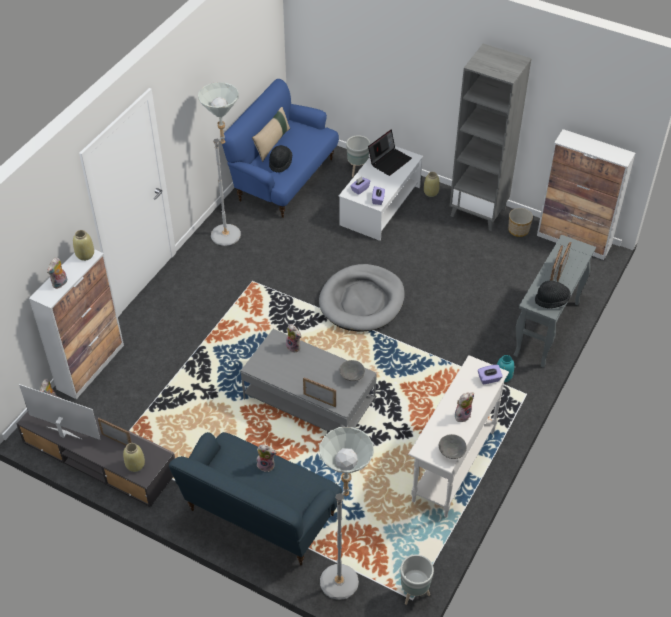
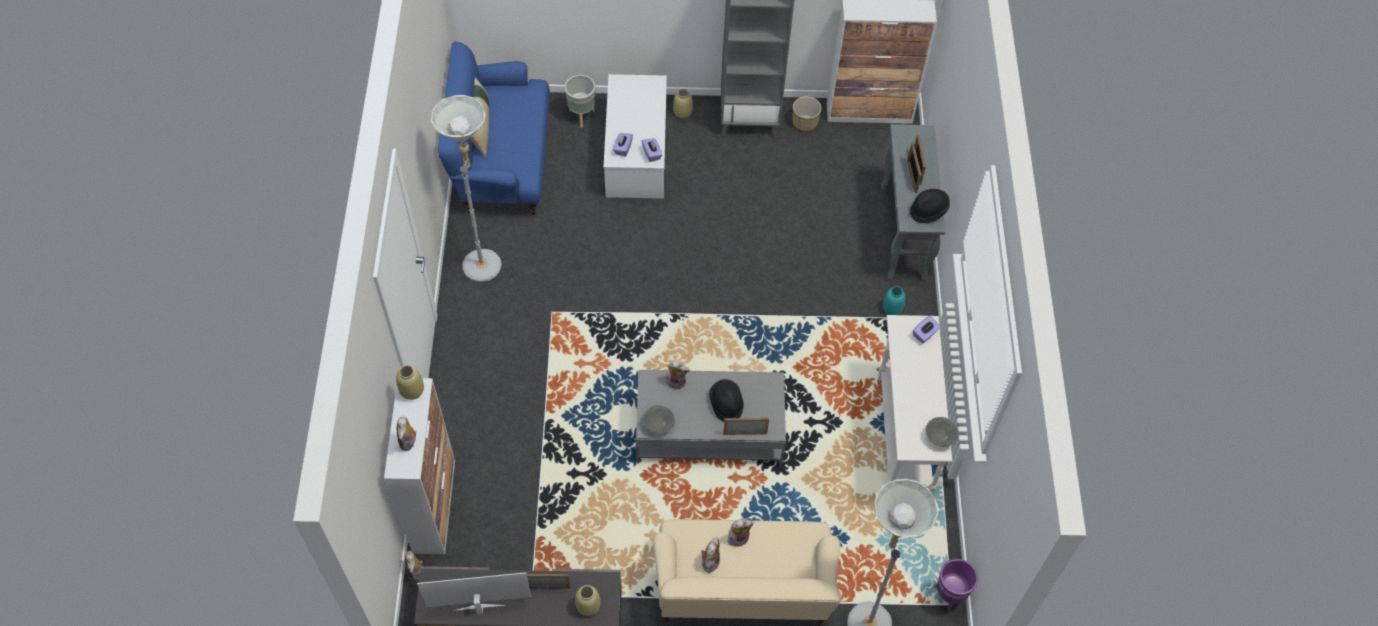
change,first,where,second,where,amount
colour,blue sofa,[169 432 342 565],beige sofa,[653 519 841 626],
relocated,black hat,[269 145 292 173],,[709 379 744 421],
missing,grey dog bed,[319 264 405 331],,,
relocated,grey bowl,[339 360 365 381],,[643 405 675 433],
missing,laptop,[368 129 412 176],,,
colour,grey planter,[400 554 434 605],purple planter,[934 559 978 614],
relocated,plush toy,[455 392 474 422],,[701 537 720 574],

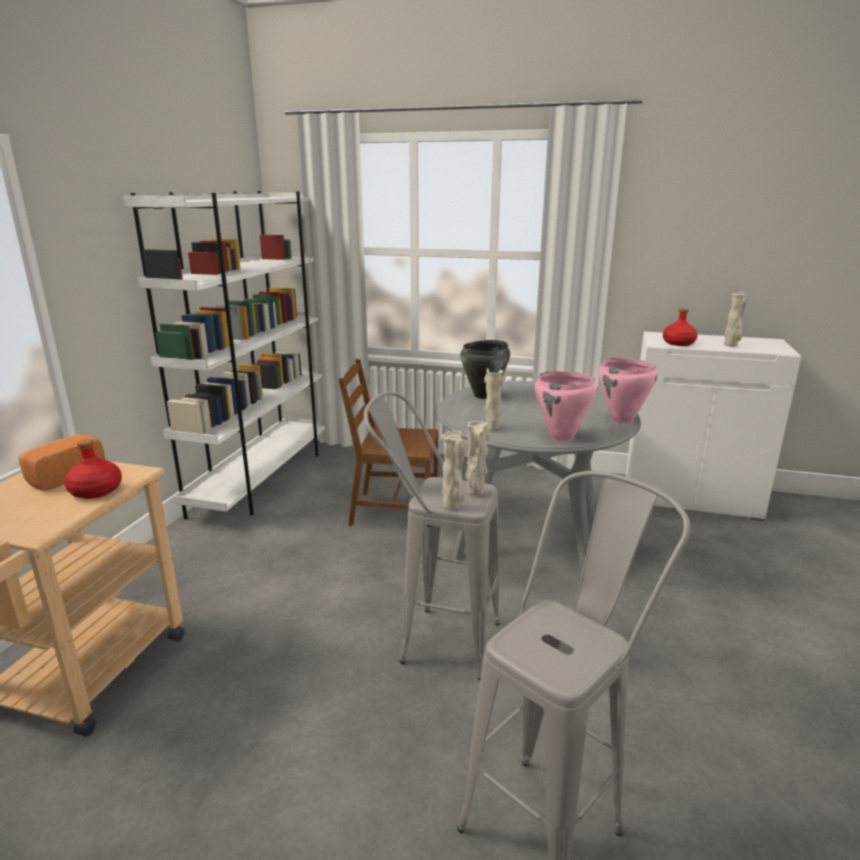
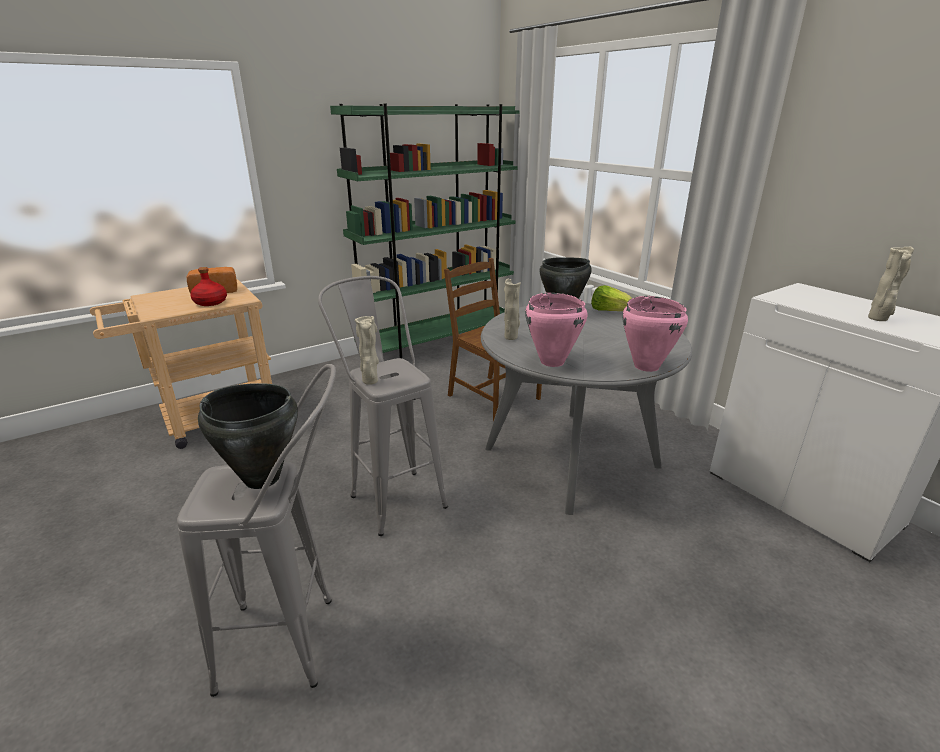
change,first,where,second,where,amount
colour,white bookcase,[123 191 325 519],green bookcase,[330 104 520 358],
missing,beige vase,[466 421 490 496],,,
missing,red bottle,[663 308 698 346],,,
appeared,,,black cooking pot,[198 383 298 489],
appeared,,,lettuce,[591 285 632 311],

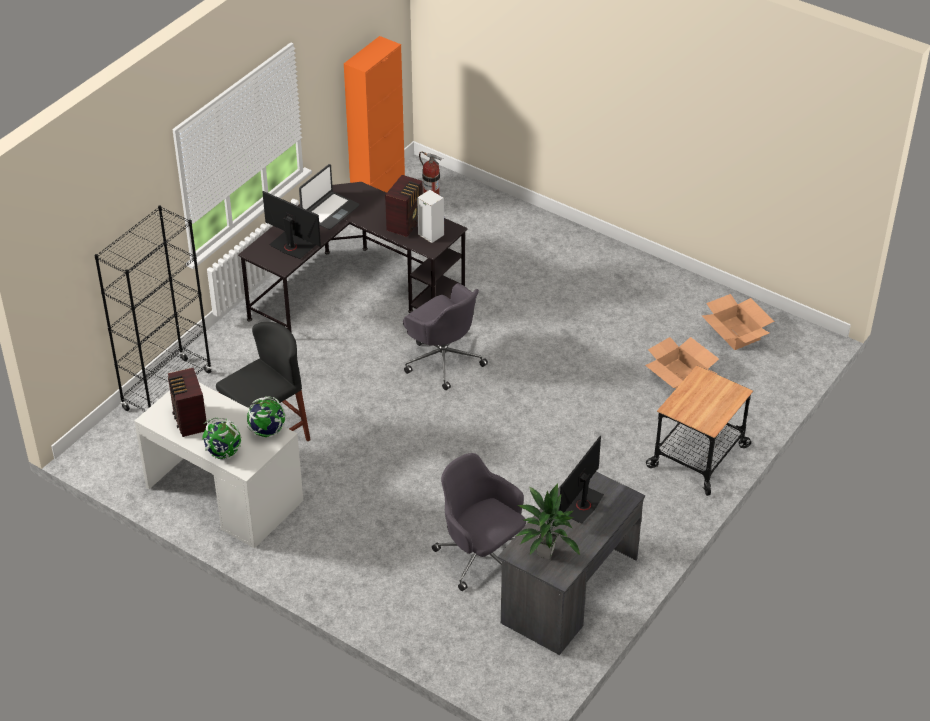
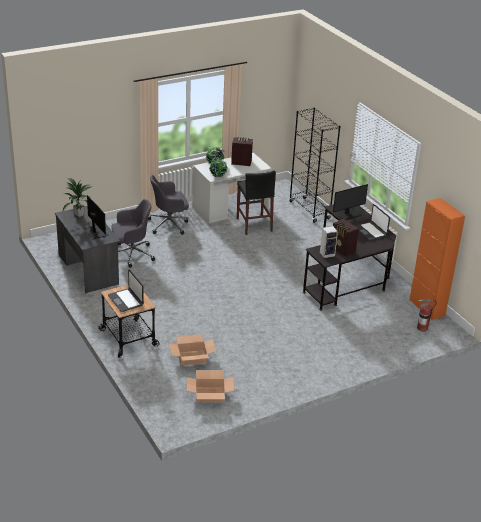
change,first,where,second,where,amount
relocated,grey office chair,[403 283 488 390],,[148 175 189 235],
appeared,,,laptop,[108 269 144 312],

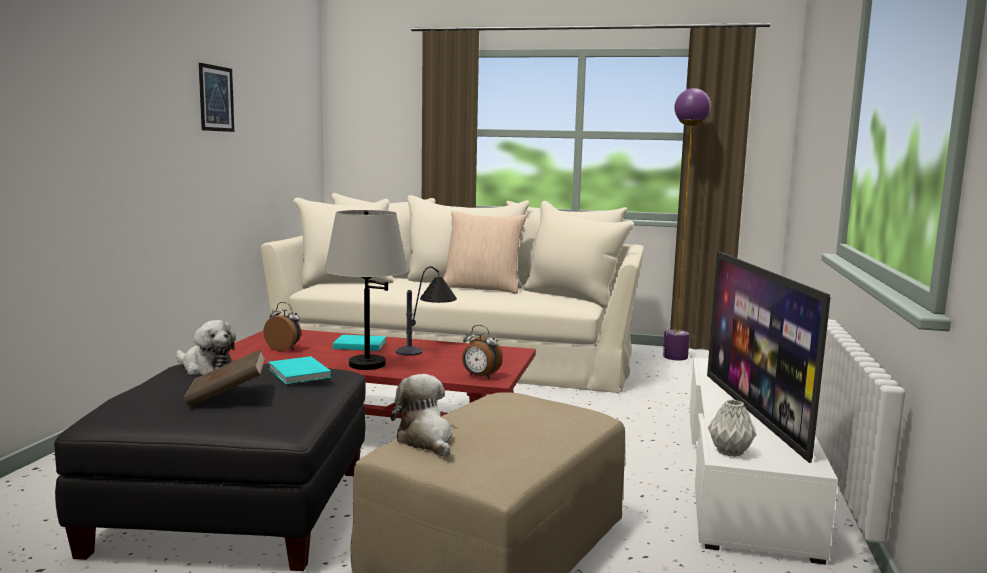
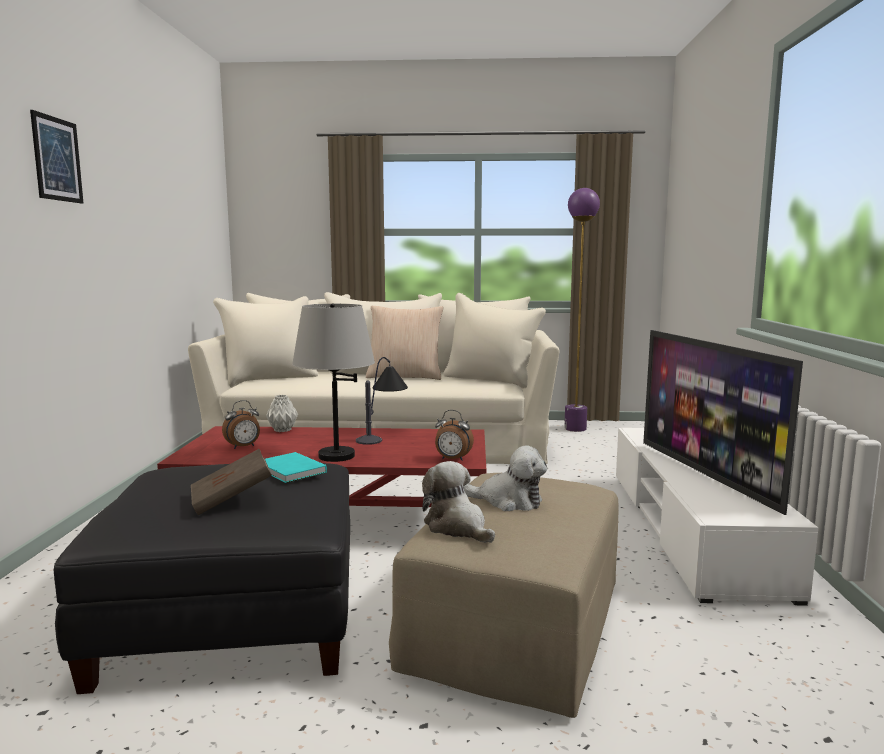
change,first,where,second,where,amount
relocated,plush toy,[176 320 236 375],,[463 445 547 511],
relocated,picture,[199 63 234 132],,[30 110 83 204],
spun,alarm clock,[263 302 301 351],,[222 400 260 449],135 degrees clockwise
missing,turquoise book,[333 335 386 351],,,
relocated,grey vase,[708 400 756 457],,[266 395 298 432],

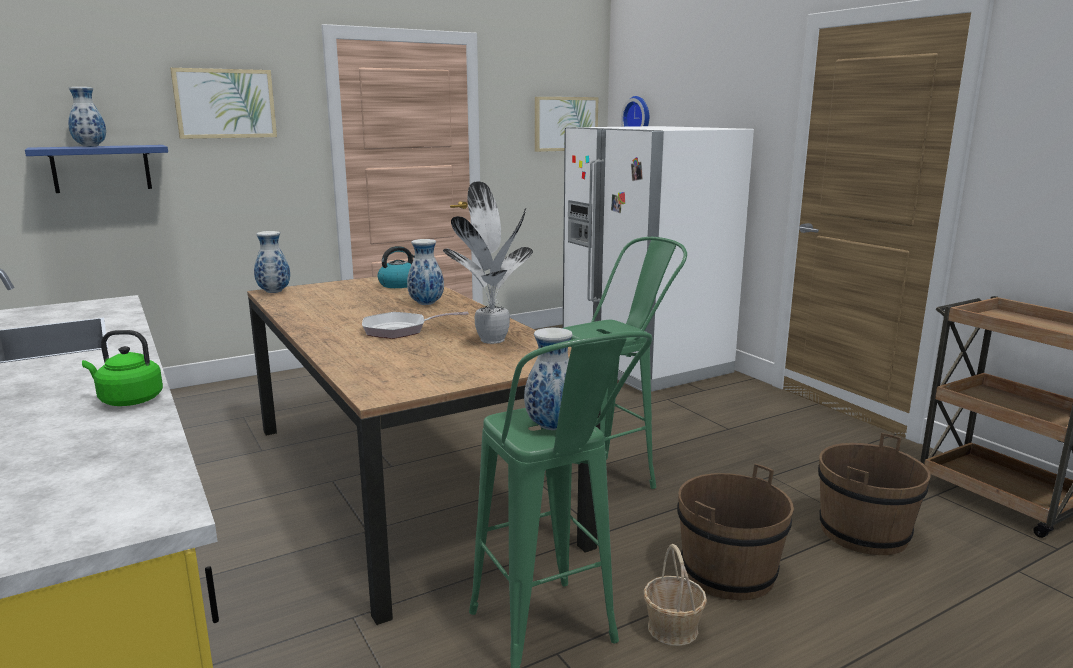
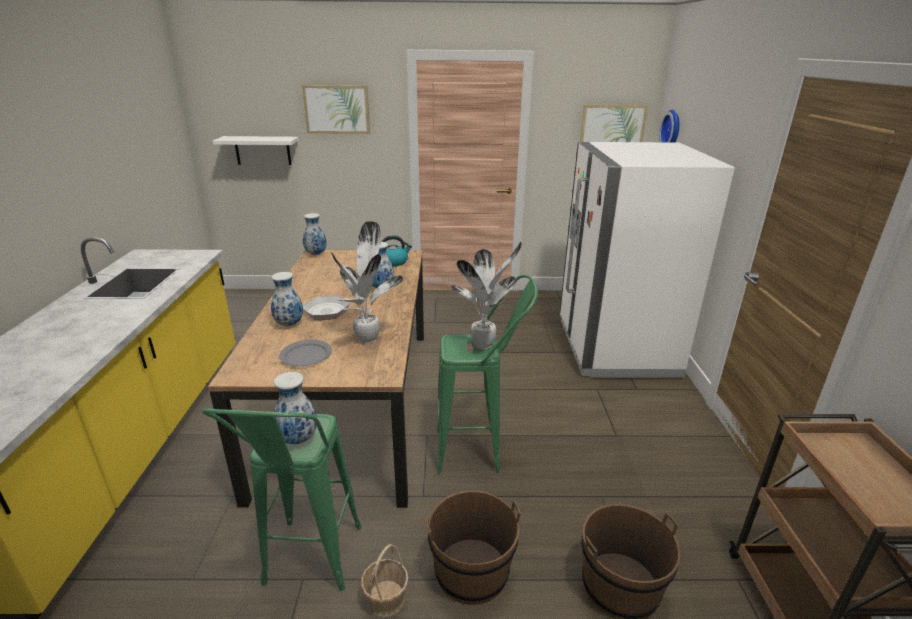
change,first,where,second,where,amount
colour,blue shelf,[25 145 168 193],white shelf,[213 136 299 165],
relocated,vase,[68 87 106 147],,[271 272 303 327],
missing,green kettle,[82 330 163 406],,,
appeared,,,grey plate,[279 340 332 366],
appeared,,,potted plant,[451 242 522 349],

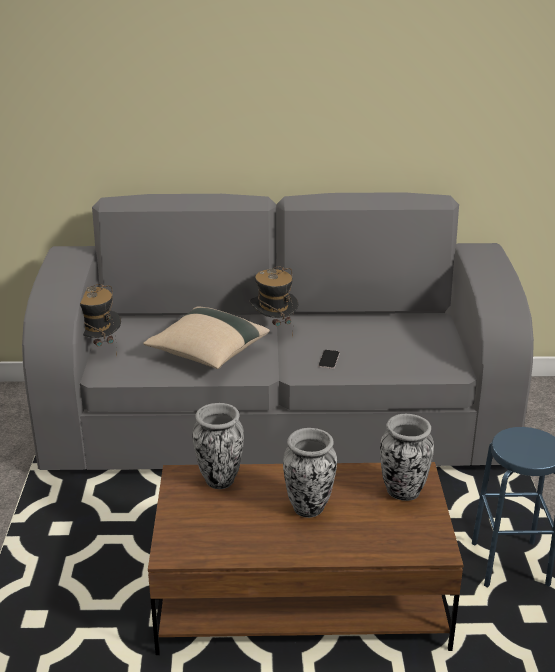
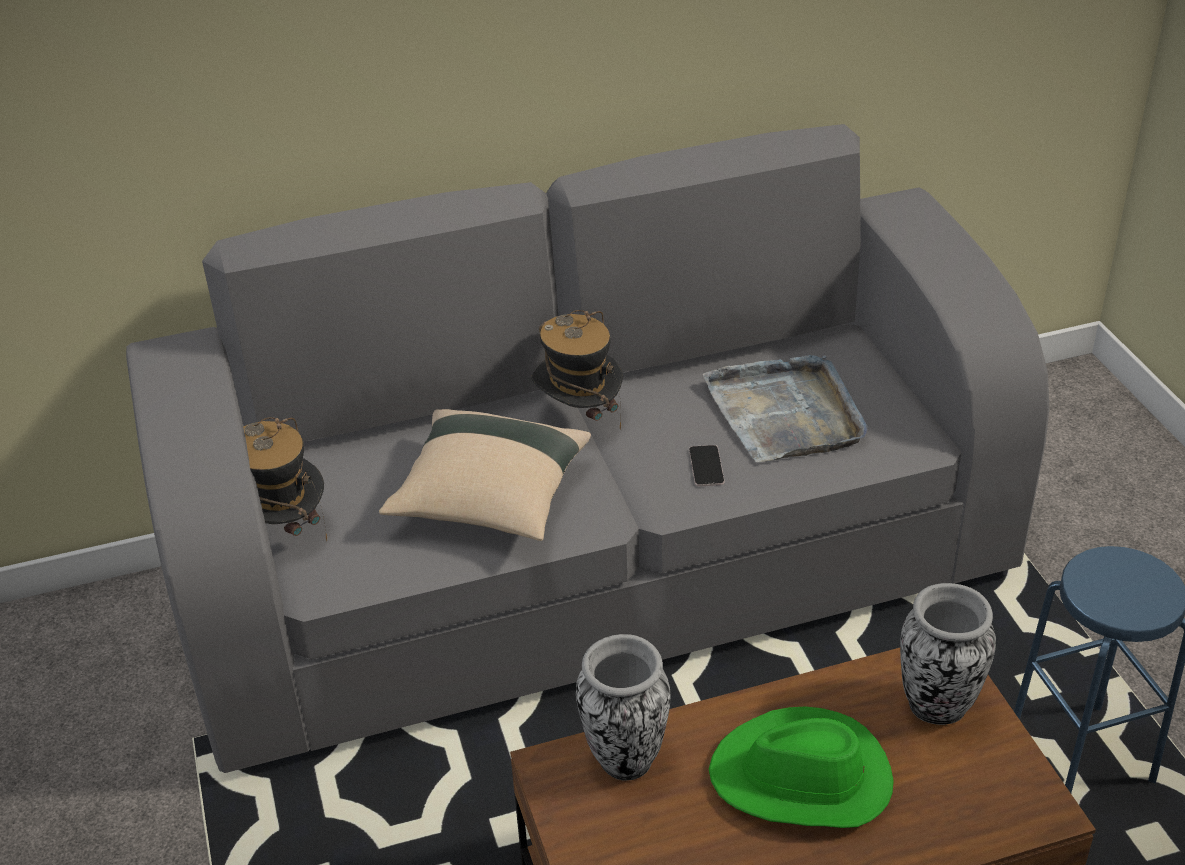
change,first,where,second,where,amount
exchanged,vase,[283 428 337 518],green hat,[709 706 894 828],
appeared,,,grey tray,[703 355 868 462],

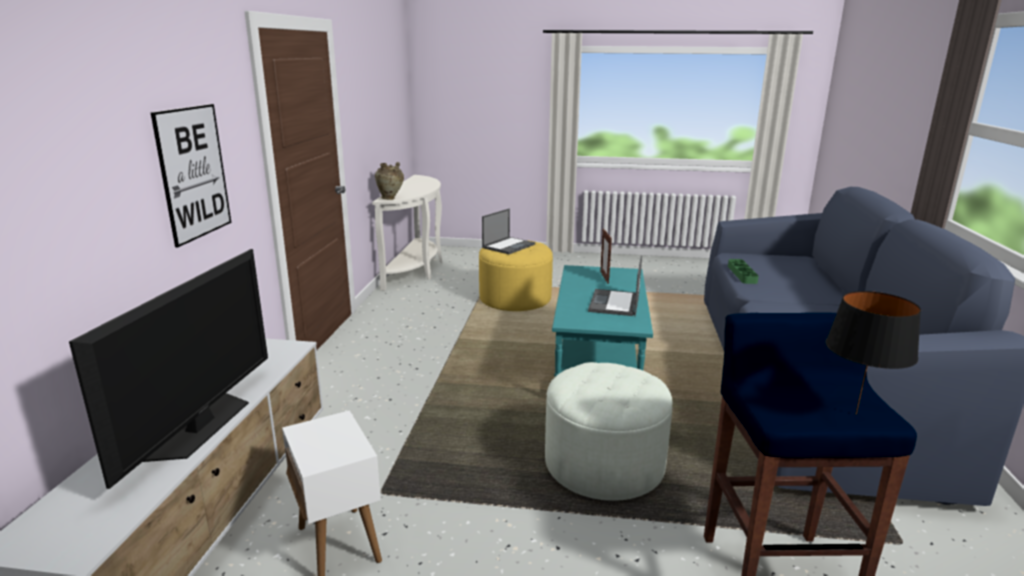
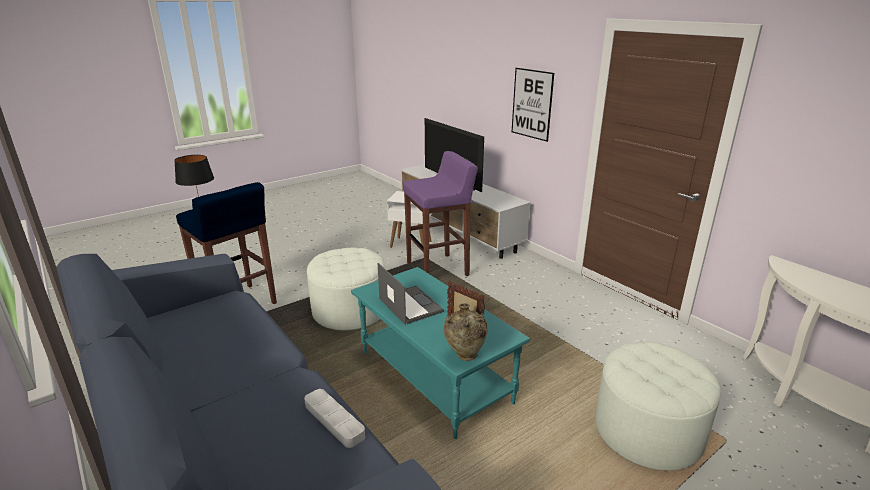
change,first,where,second,where,amount
relocated,beige vase,[375 162 404 200],,[444 303 488 361],
colour,yellow ottoman,[479 240 553 311],white ottoman,[595 342 721 471],
missing,laptop,[482 209 535 254],,,
colour,green tray,[728 259 759 284],grey tray,[304 389 365 448],
appeared,,,purple stool,[403 151 478 276],

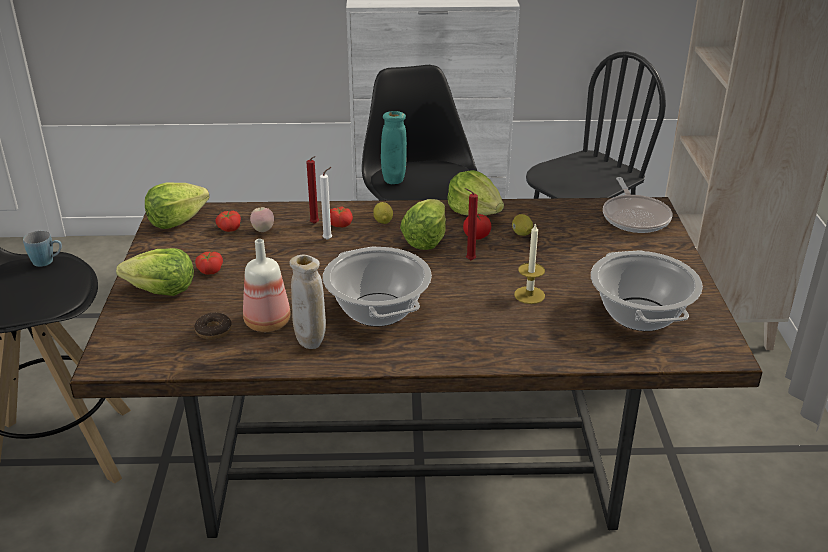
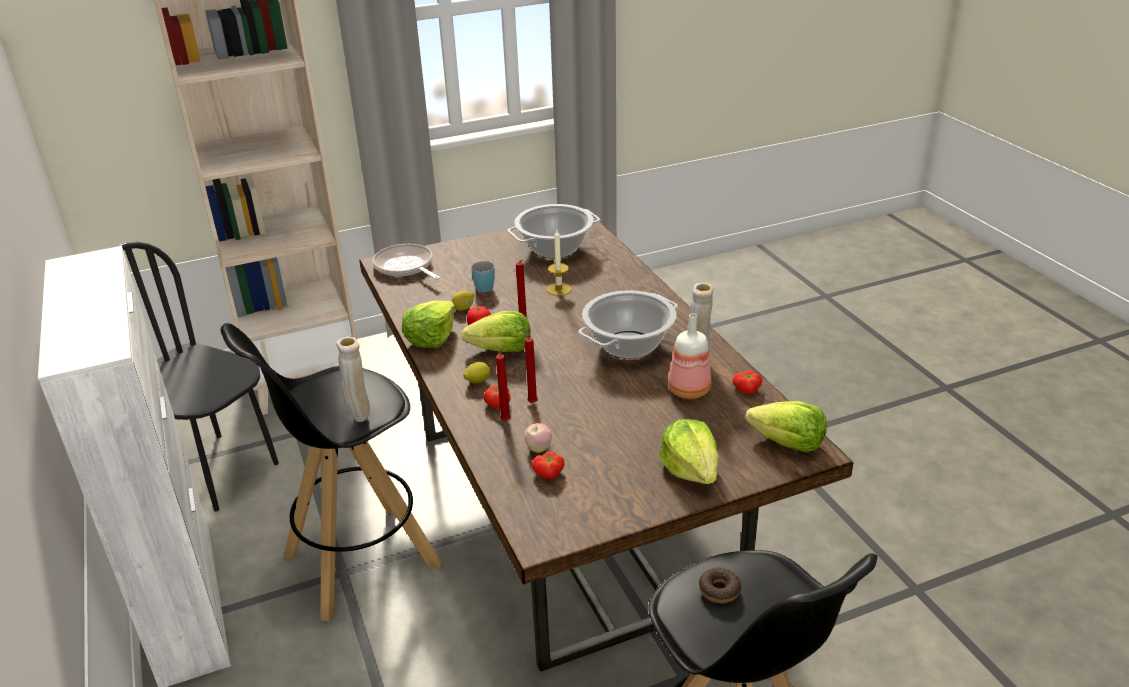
change,first,where,second,where,amount
relocated,blue mug,[23 231 62 267],,[471 260 495 292],
relocated,lettuce,[145 183 209 229],,[745 401 827 452],
relocated,donut,[194 312 232 340],,[699 568 741 603],
relocated,tomato,[195 252 223 275],,[732 370 762 394],
colour,white candle,[320 167 332 240],red candle,[522 330 538 403],
colour,turquoise vase,[381 111 407 184],beige vase,[336 336 370 422],
spun,frying pan,[603 177 672 233],,[373 244 440 280],105 degrees counterclockwise

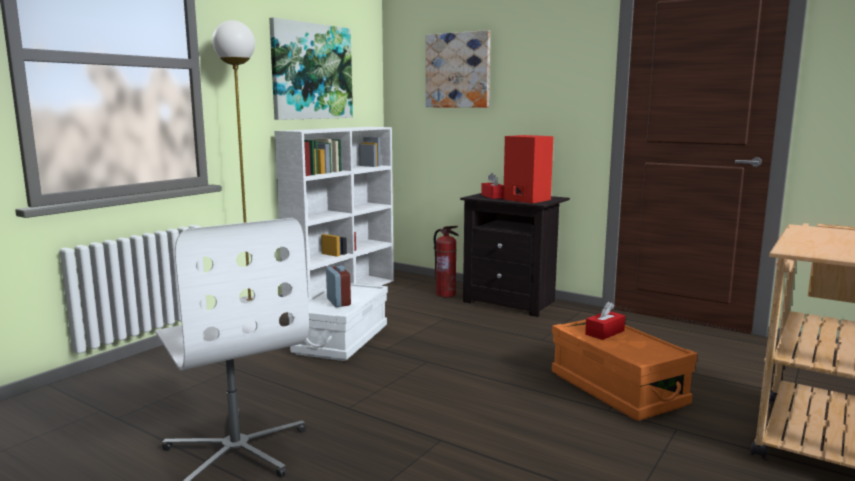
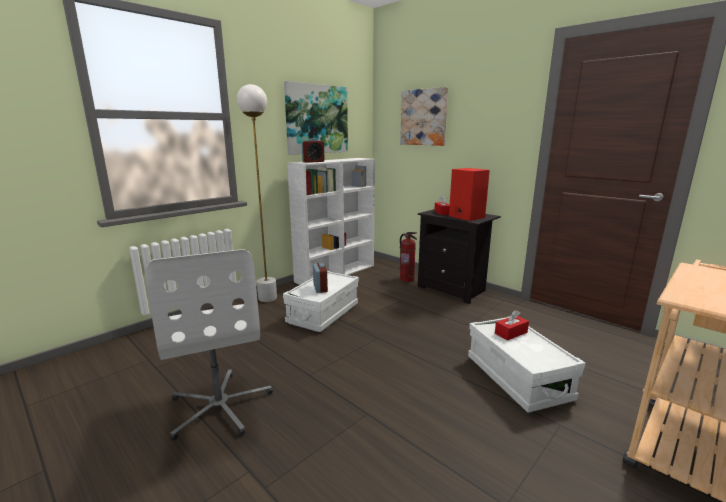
change,first,where,second,where,amount
colour,orange storage box,[552 320 697 421],white storage box,[468 316 585 413],
appeared,,,alarm clock,[302 138 324 163],

